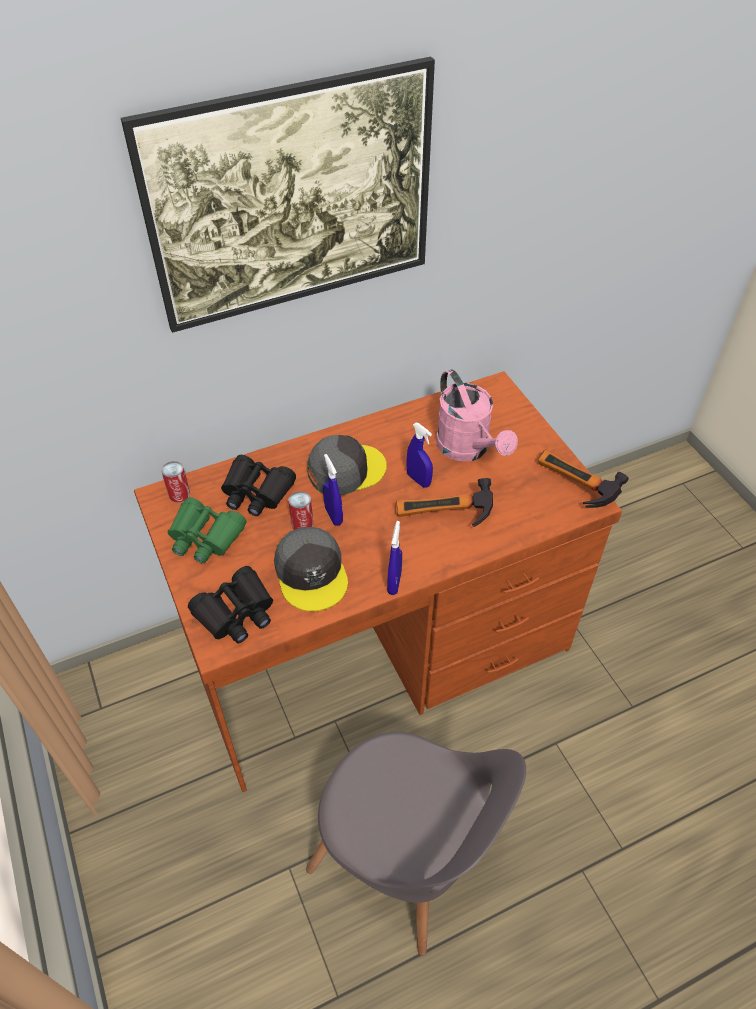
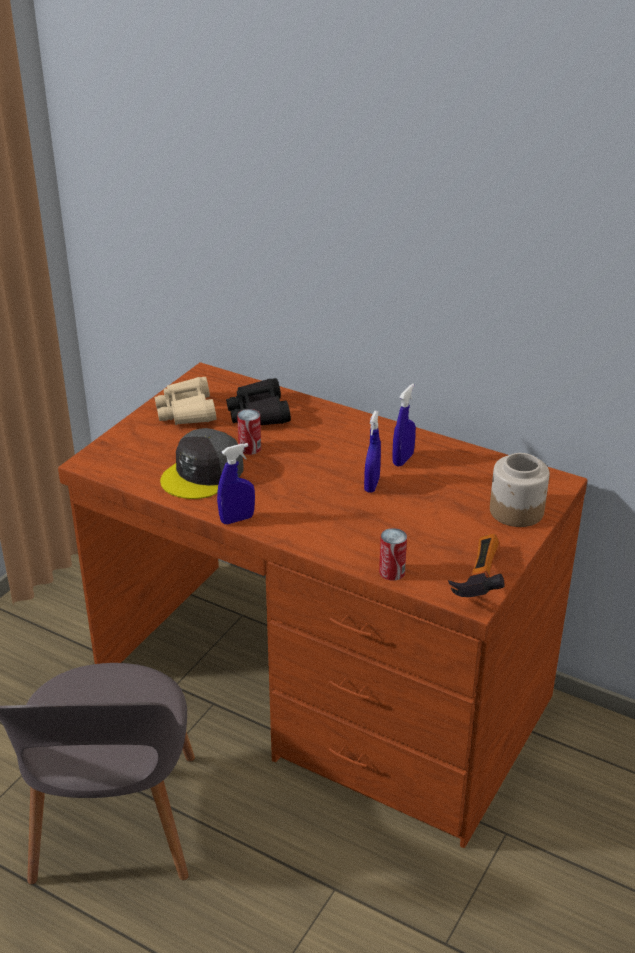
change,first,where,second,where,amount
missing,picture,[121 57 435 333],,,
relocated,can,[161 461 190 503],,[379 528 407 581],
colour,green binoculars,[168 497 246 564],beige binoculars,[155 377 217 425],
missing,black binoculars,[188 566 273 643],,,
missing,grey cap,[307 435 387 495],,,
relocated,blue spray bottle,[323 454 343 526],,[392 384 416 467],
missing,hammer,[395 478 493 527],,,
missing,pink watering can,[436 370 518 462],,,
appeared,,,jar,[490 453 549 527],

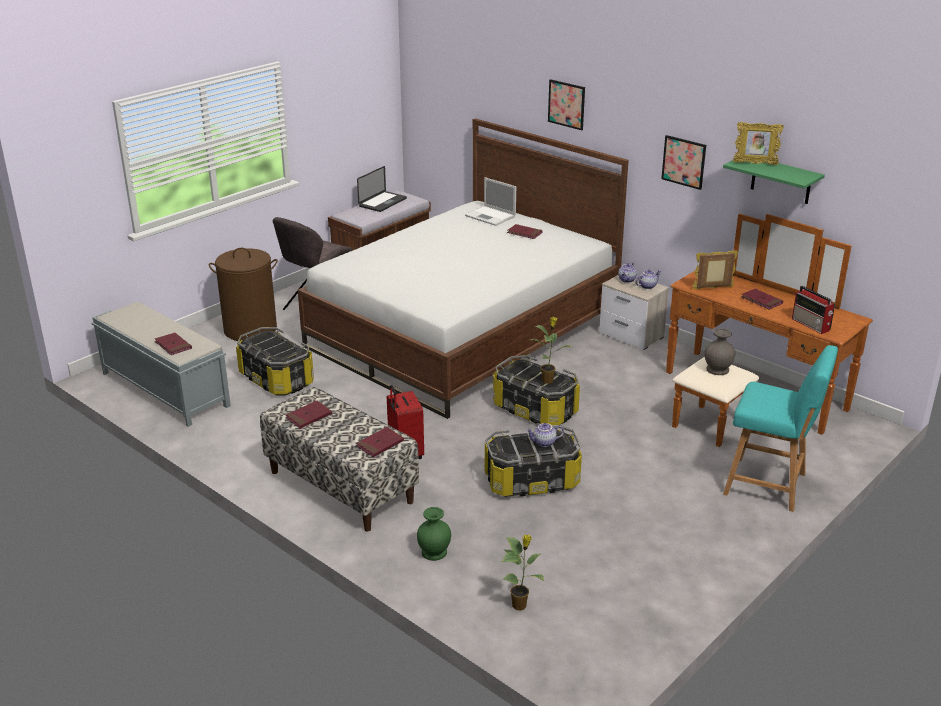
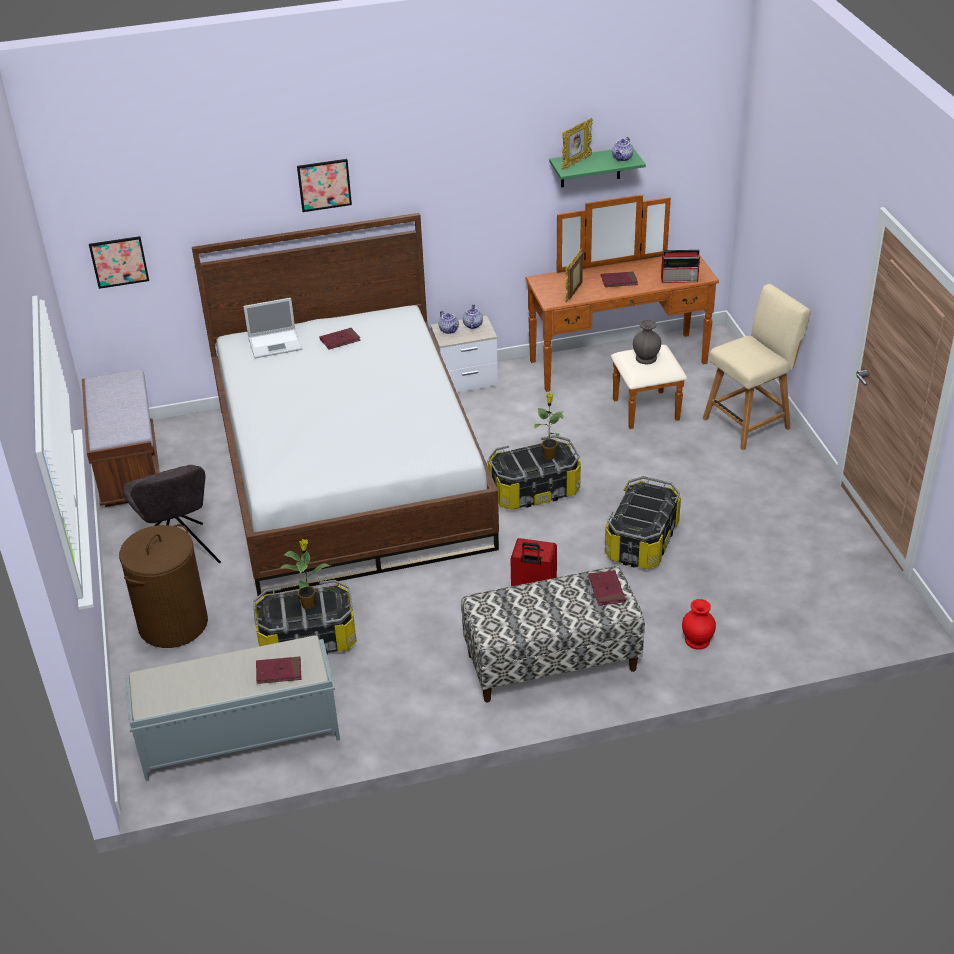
change,first,where,second,where,amount
missing,red book,[286 400 332 428],,,
missing,laptop,[357 166 407 212],,,
colour,green vase,[417 507 451 561],red vase,[682 599 716 650],
relocated,potted plant,[502 535 544 610],,[279 539 331 609],
relocated,teapot,[526 423 564 447],,[612 137 633 162],
relocated,picture,[661 135 706 190],,[89 236 149 289],
colour,turquoise chair,[723 345 838 512],beige chair,[703 284 811 450],

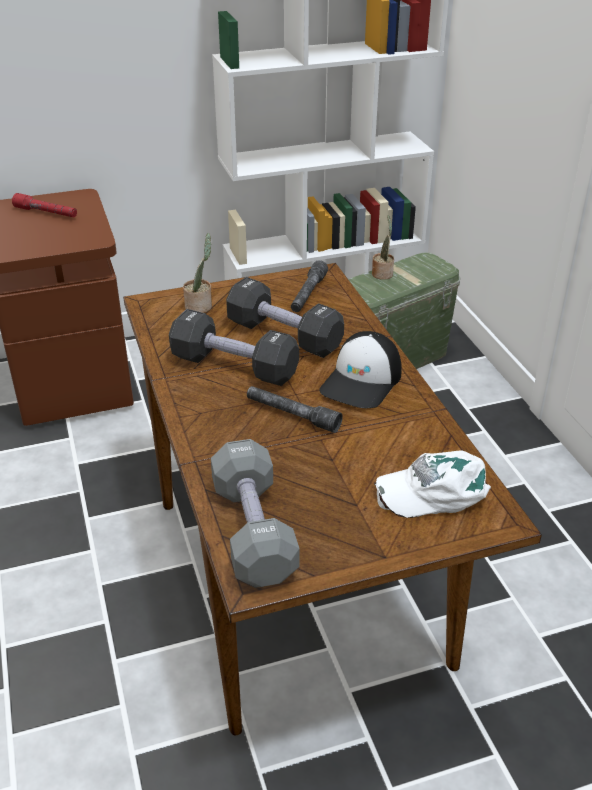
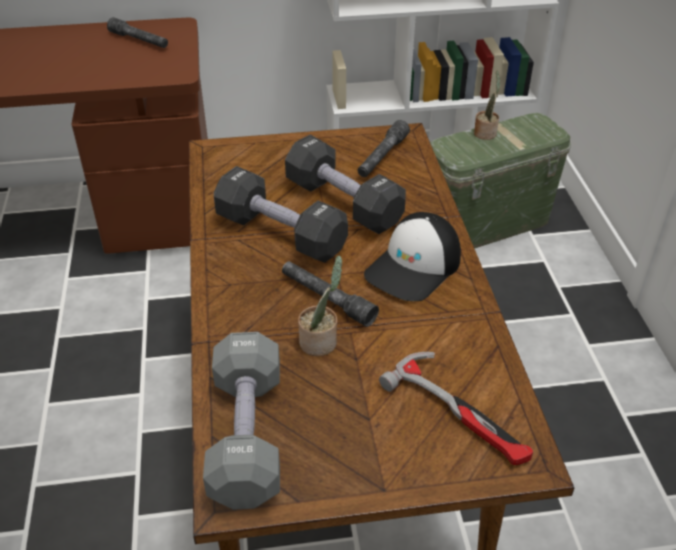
change,first,where,second,where,amount
colour,red flashlight,[12 193 77 217],grey flashlight,[107 17 168 48],
relocated,potted plant,[183 233 212 313],,[298 255 342 356],
exchanged,white cap,[374 450 491 518],hammer,[379 352 533 465],

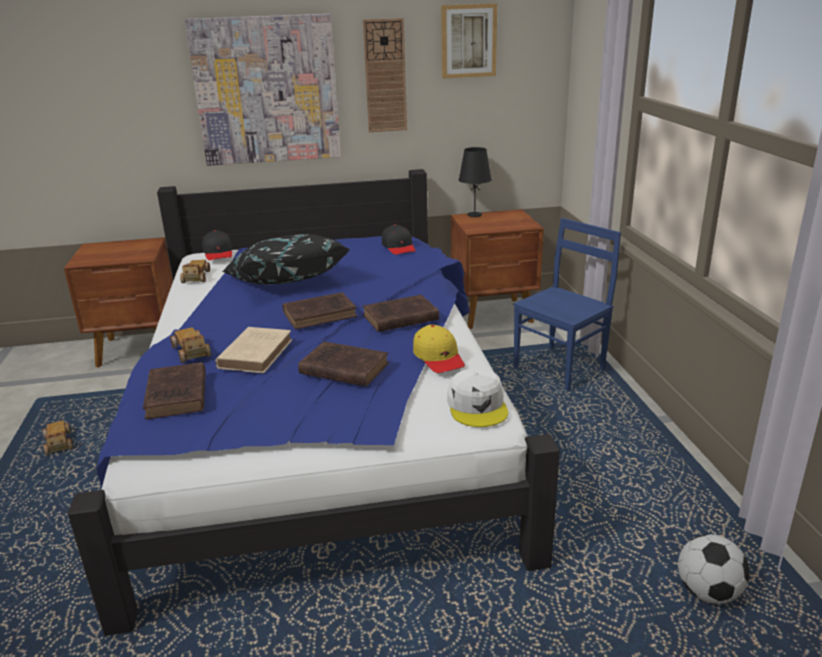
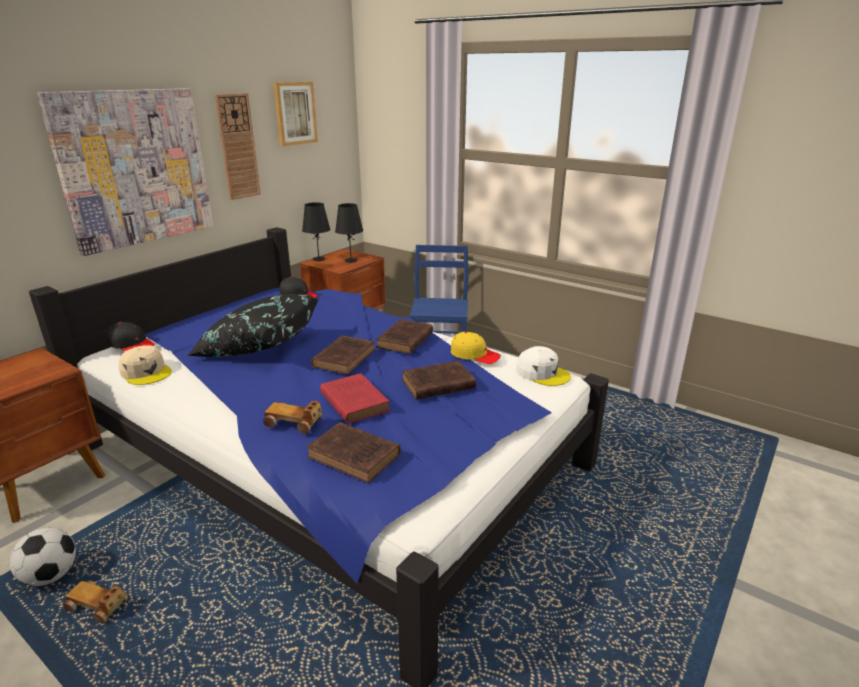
change,first,where,second,where,amount
exchanged,toy car,[180 260 210 283],beige cap,[119 345 172 385],
colour,beige book,[215 327 292 373],red book,[320 373 390 424],
relocated,football,[678 534 750 604],,[10 528 76 586],
appeared,,,black table lamp,[335 203 363 263],

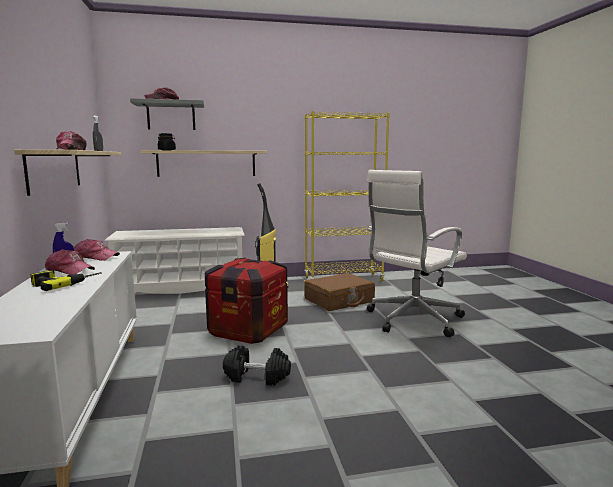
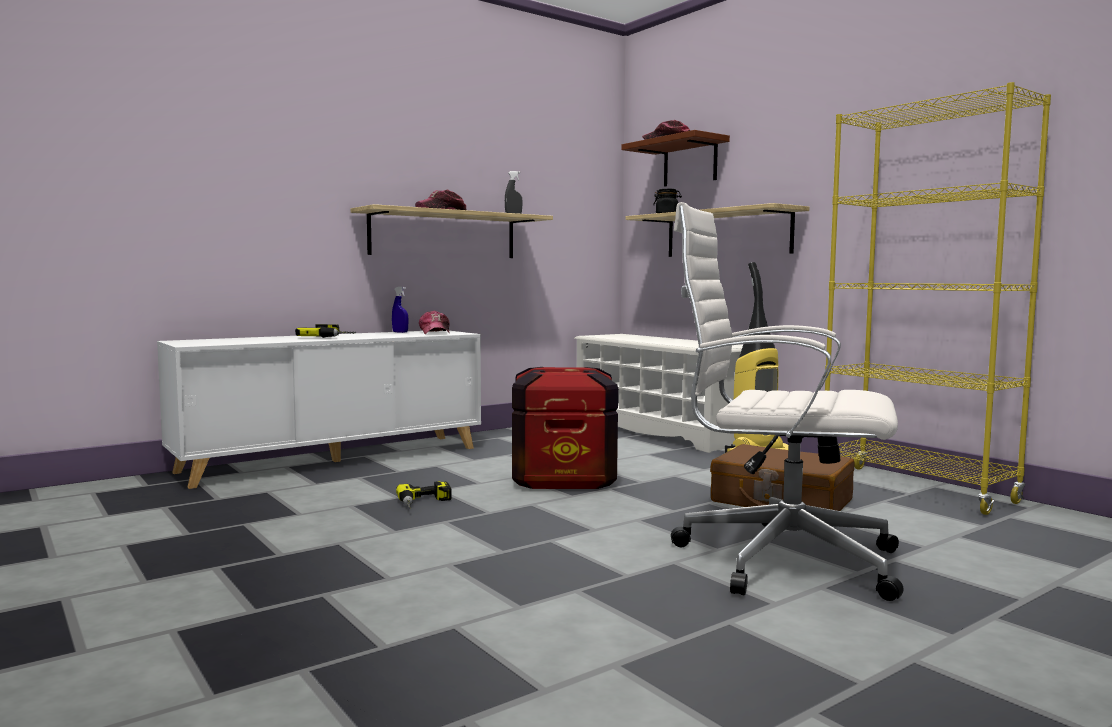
change,first,where,second,where,amount
missing,cap,[45 249 95 275],,,
colour,grey shelf,[130 98 204 130],brown shelf,[621 130 730 187],
exchanged,black dumbbell,[223 345 291 386],power drill,[396 481 451 509],

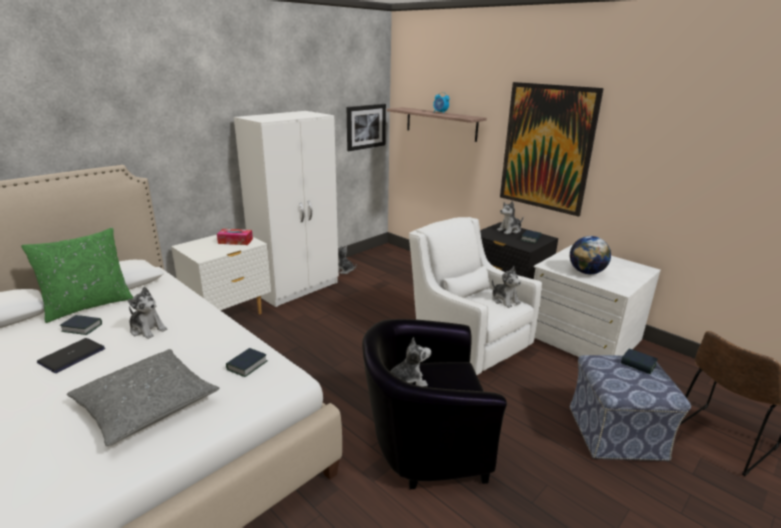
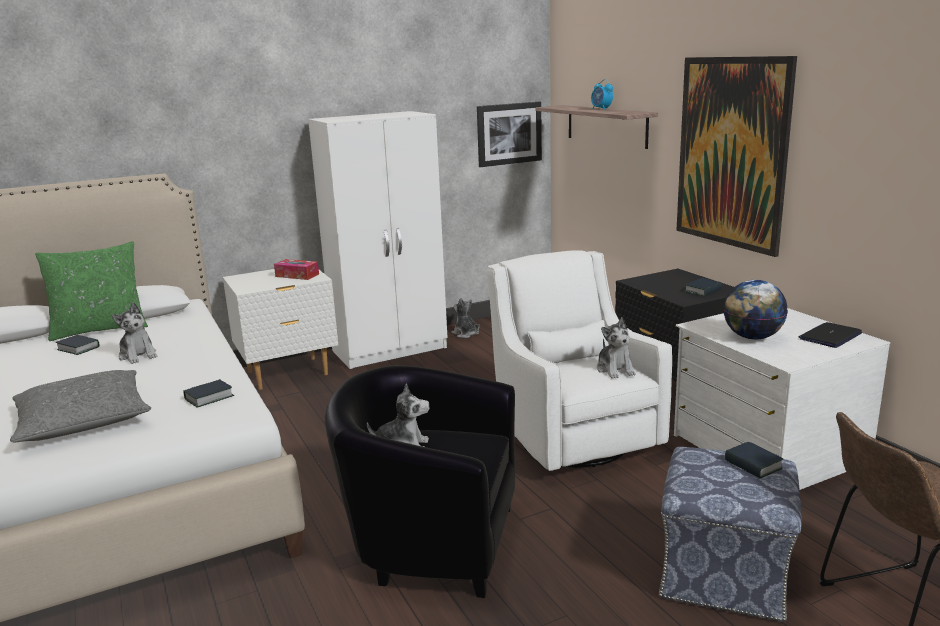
change,first,where,second,where,amount
relocated,laptop,[37 338 105 373],,[799 322 862 348],
missing,plush toy,[497 201 523 234],,,

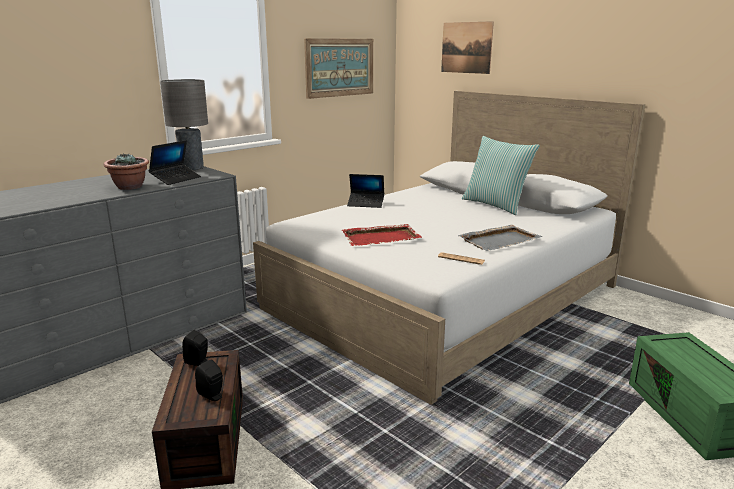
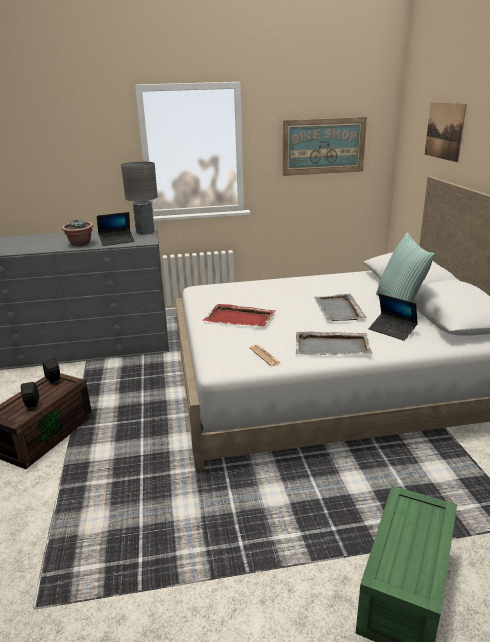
change,first,where,second,where,amount
relocated,laptop,[347 174 384 208],,[369 294 418 341],
appeared,,,grey tray,[314 294 367 321],

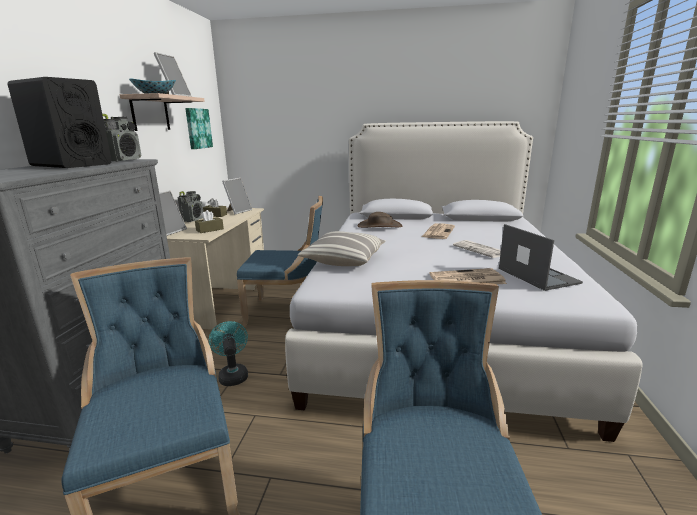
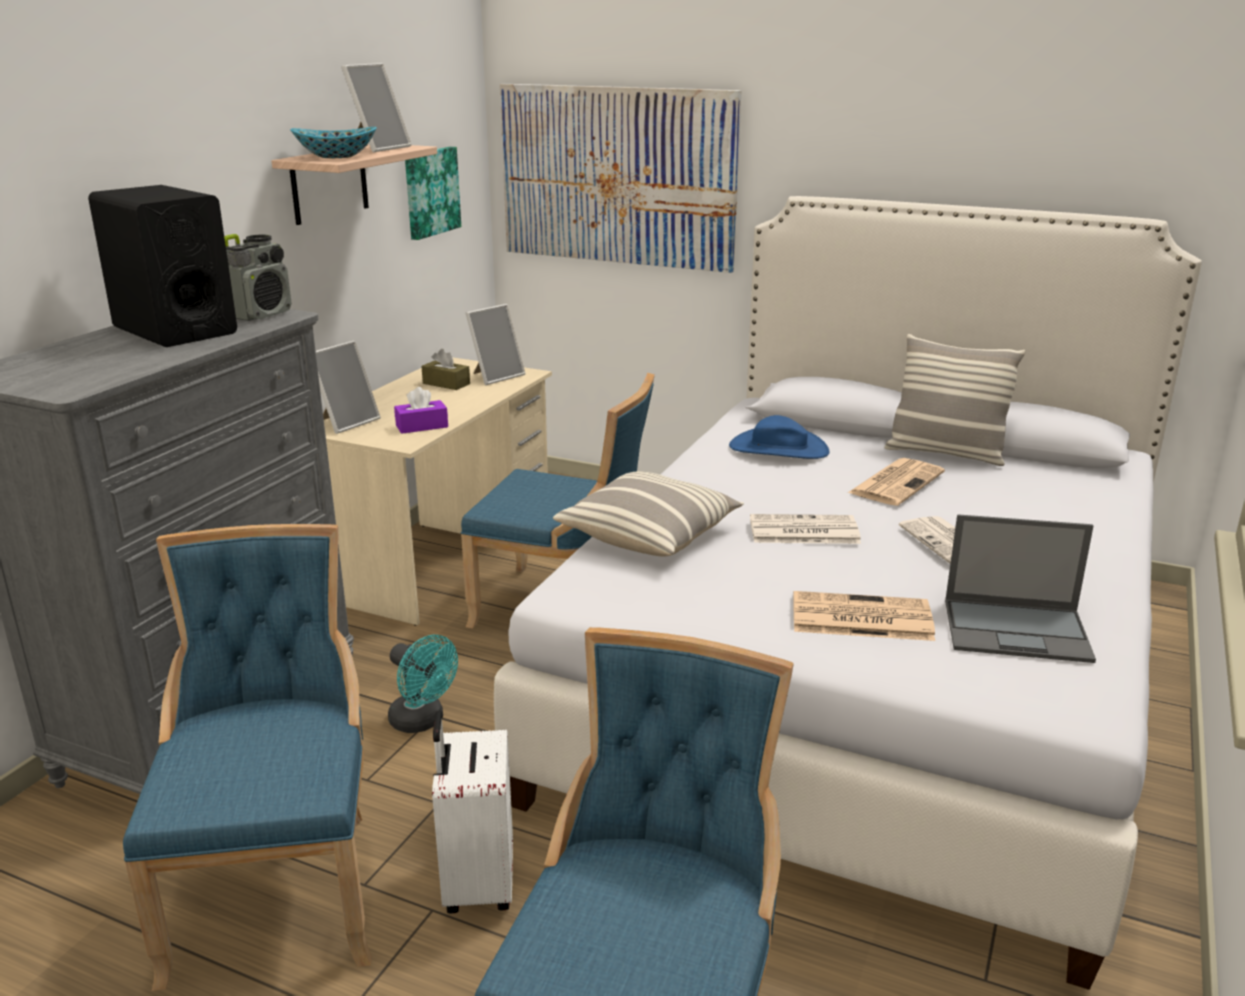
change,first,where,second,where,amount
missing,radio,[178 191 203 222],,,
colour,brown tissue box,[195 210 224 233],purple tissue box,[394 387 448 434],
spun,turquoise fan,[209 321 248 386],,[388 635 458 733],135 degrees clockwise
colour,brown hat,[358 212 402 228],blue hat,[729 415 829 459],
spun,laptop,[499 224 583 291],,[945 514 1096 663],105 degrees clockwise
appeared,,,white suitcase,[432 710 513 913],
appeared,,,picture,[500 84 741 273],
appeared,,,newspaper,[750 514 861 544],
appeared,,,pillow,[884 334 1025 466],

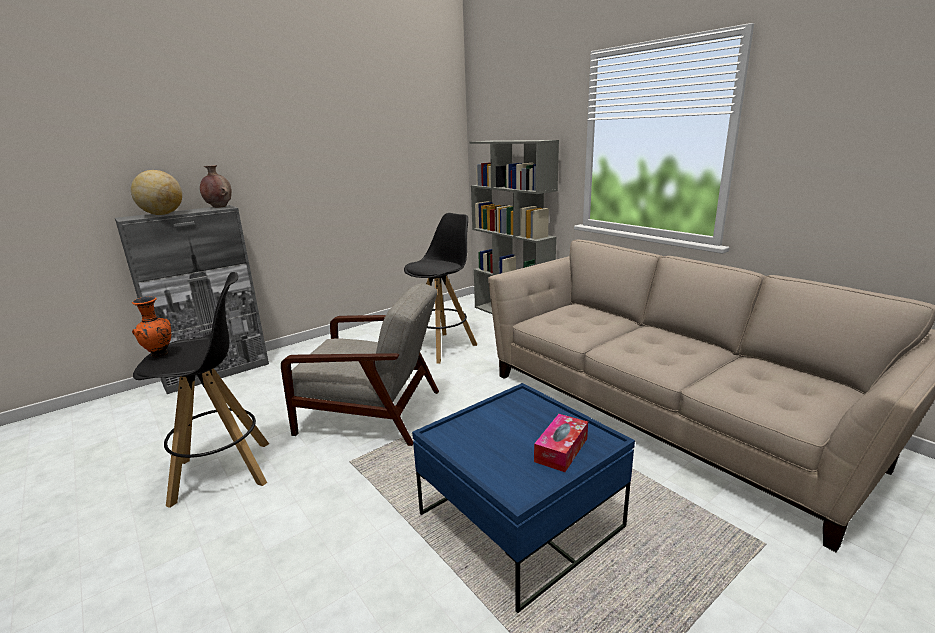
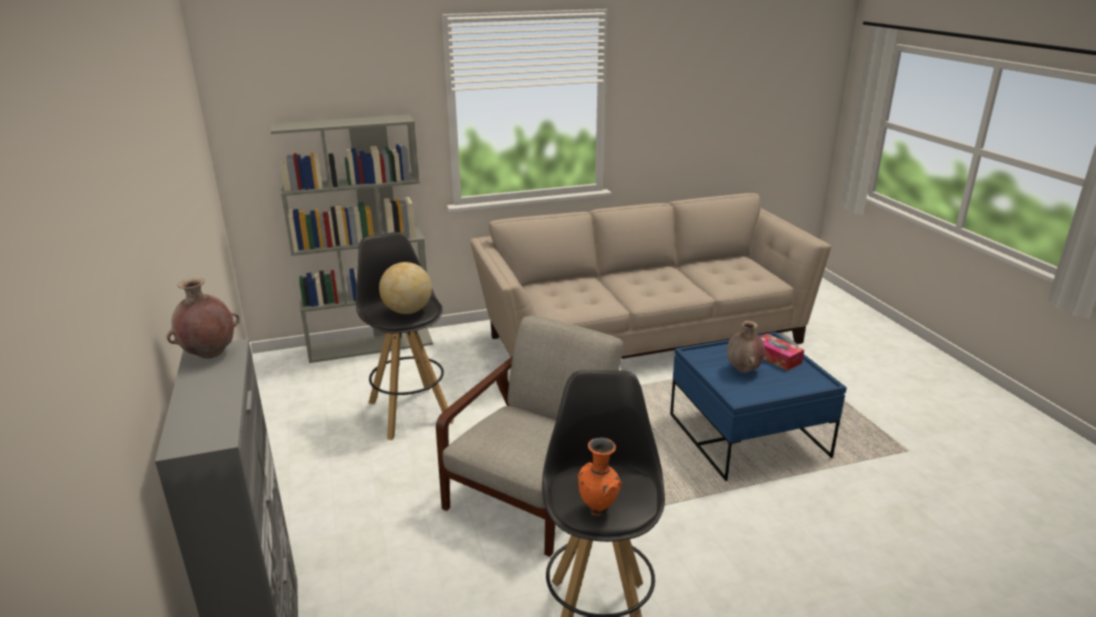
change,first,where,second,where,amount
relocated,globe,[131 170 182 215],,[379 262 432 314],
appeared,,,brown vase,[727 321 765 373],

